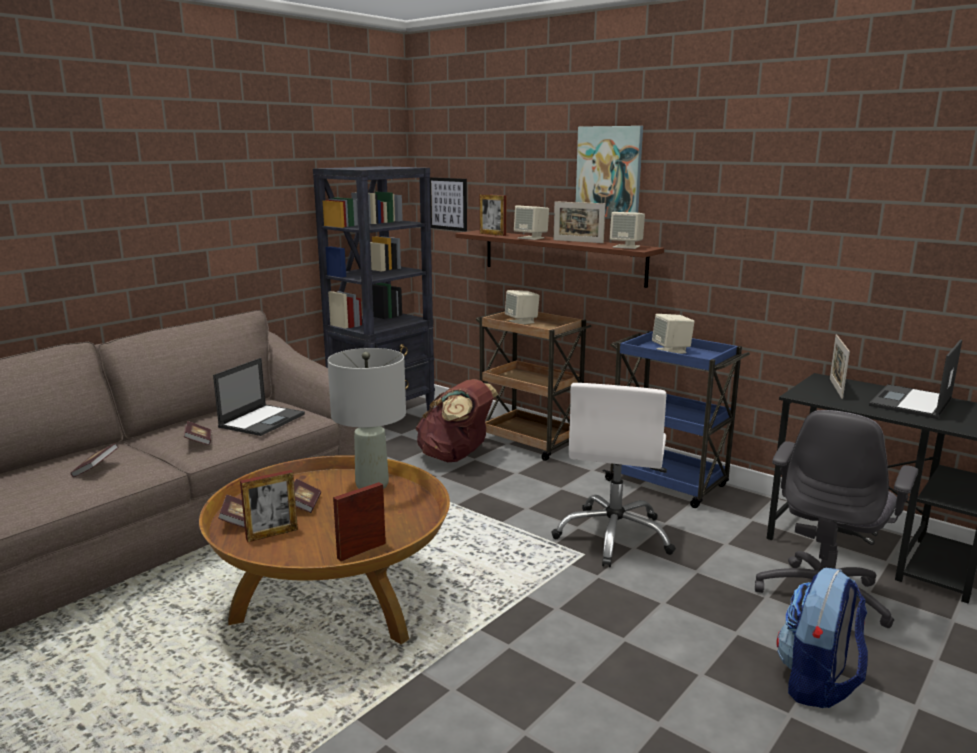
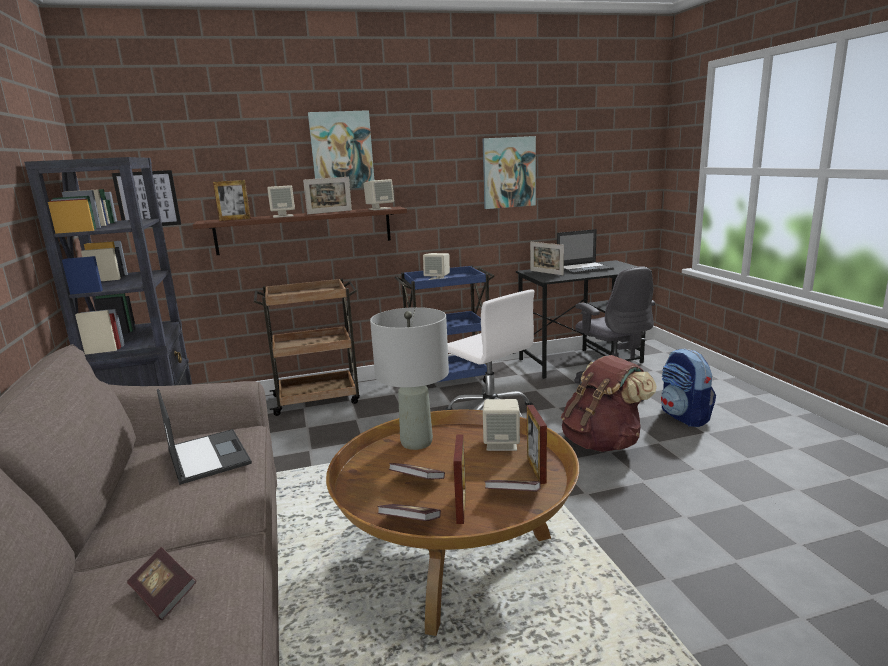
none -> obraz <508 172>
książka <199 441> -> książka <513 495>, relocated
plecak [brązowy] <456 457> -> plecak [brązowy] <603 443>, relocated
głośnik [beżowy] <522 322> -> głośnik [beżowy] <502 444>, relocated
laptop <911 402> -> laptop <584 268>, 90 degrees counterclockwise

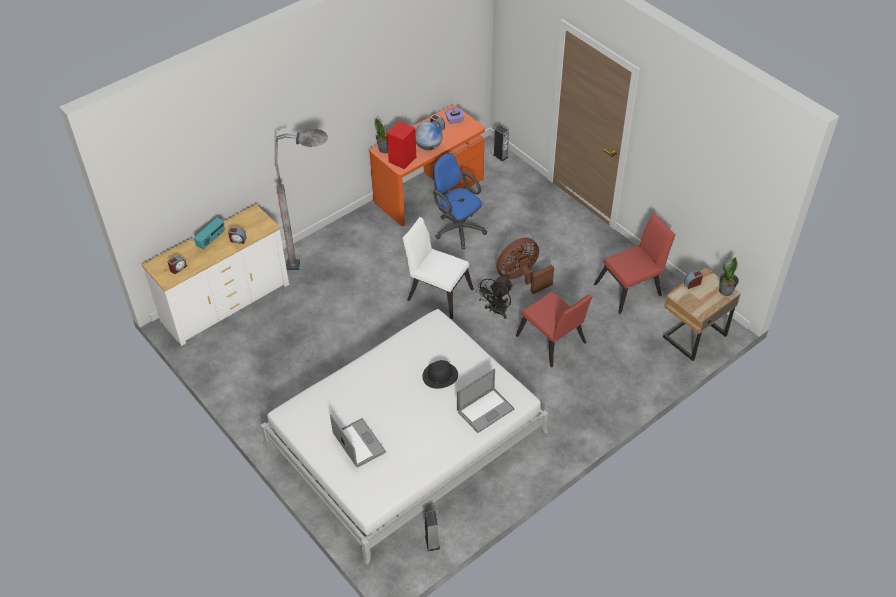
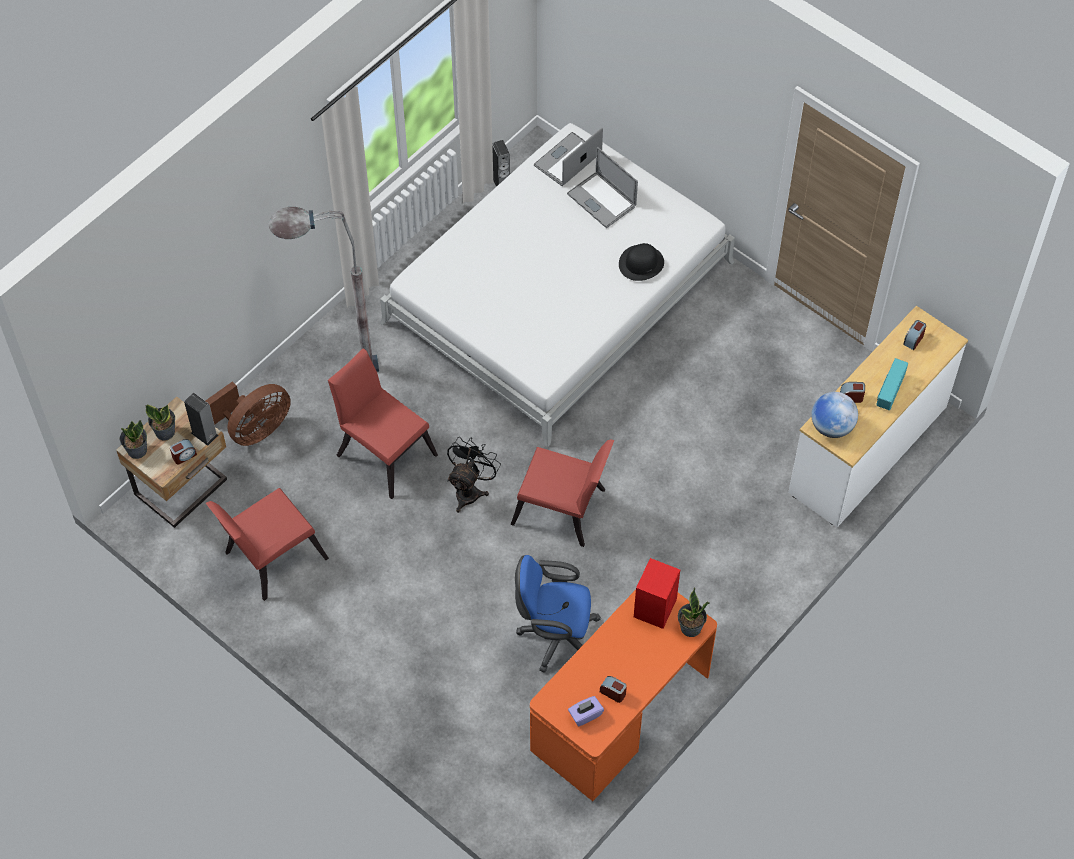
none -> roślina doniczkowa <165 431>
lampa stojąca [szary] <318 266> -> lampa stojąca [szary] <330 370>, relocated
globus <428 147> -> globus <832 426>, relocated
kapelusz [czarny] <440 375> -> kapelusz [czarny] <641 263>, relocated
laptop <485 410> -> laptop <568 160>, relocated
głośnik <500 156> -> głośnik <204 434>, relocated
wentylator [brązowy] <522 278> -> wentylator [brązowy] <255 429>, relocated
krzesło [biały] <437 292> -> krzesło [czerwony] <564 510>
krzesło biurowe [niebieski] <457 229> -> krzesło biurowe [niebieski] <555 636>, 150 degrees clockwise

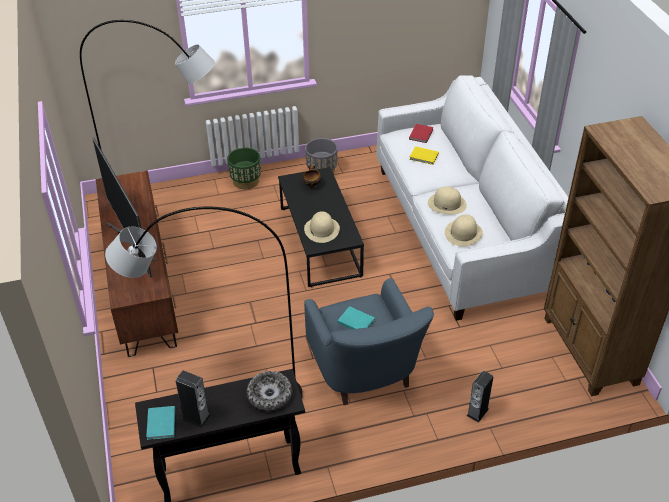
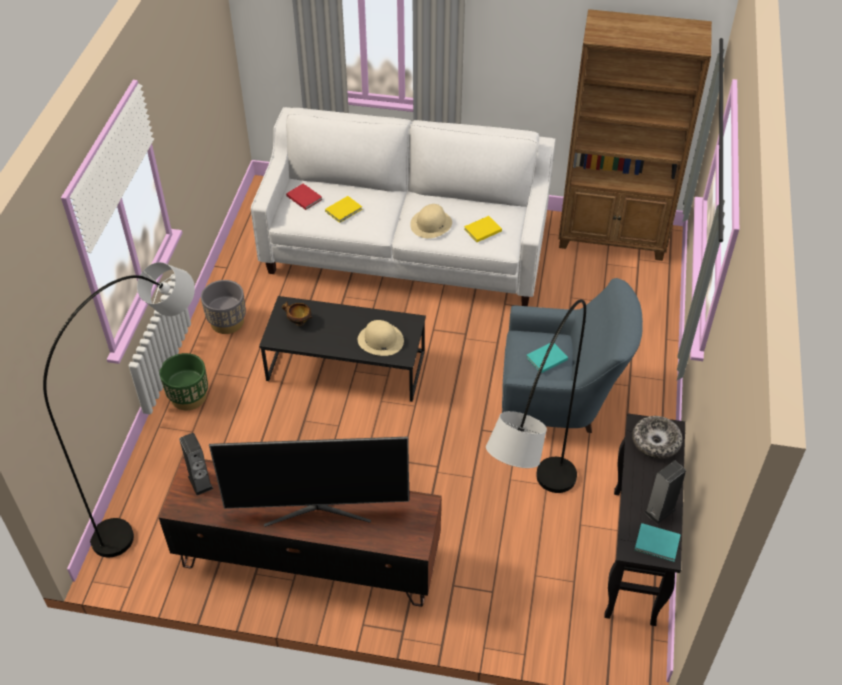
głośnik <477 412> -> głośnik <200 482>, relocated
kapelusz [beżowy] <463 233> -> książka [żółty] <481 230>

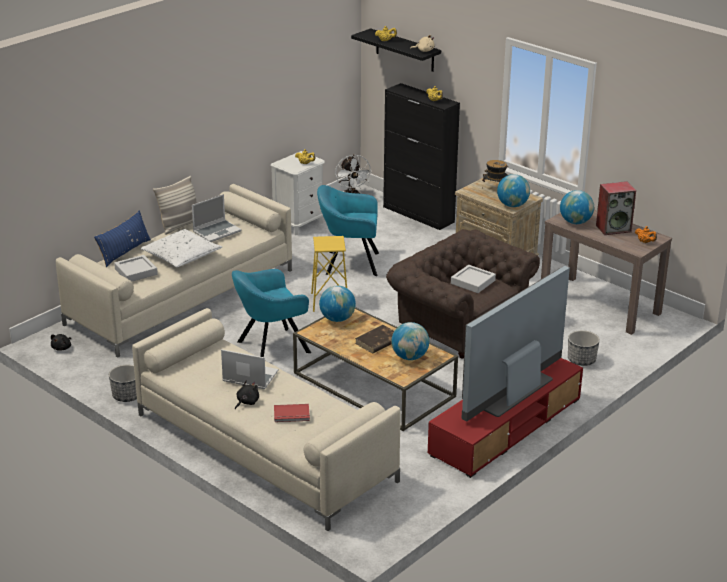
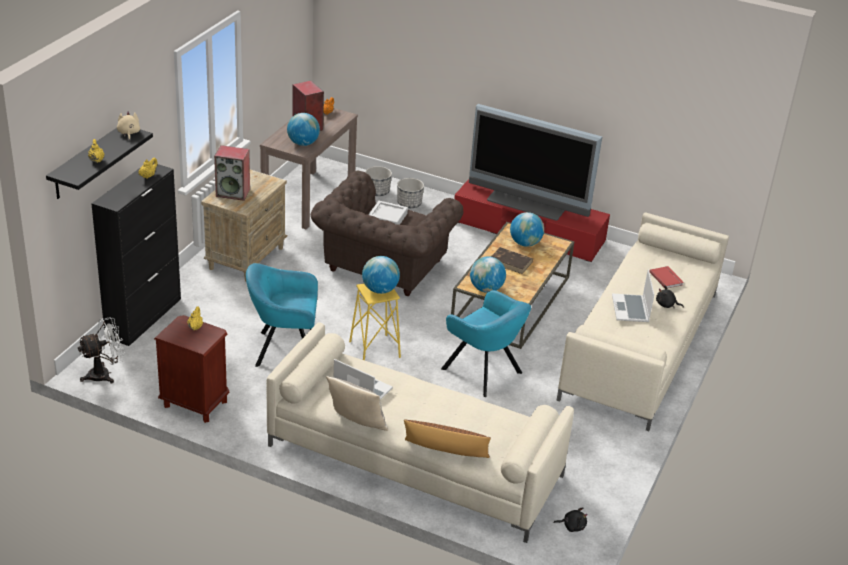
taca [szary] <136 272> -> none
poduszka [biały] <181 256> -> none
donica <127 396> -> donica <377 192>, relocated
globus <512 205> -> globus <380 290>, relocated
kapelusz <495 189> -> głośnik <233 192>
poduszka [niebieski] <124 252> -> poduszka [brązowy] <445 453>
szafka nocna [biały] <299 224> -> szafka nocna [brązowy] <195 404>
fotel [turkusowy] <349 263> -> fotel [turkusowy] <284 350>, 105 degrees clockwise

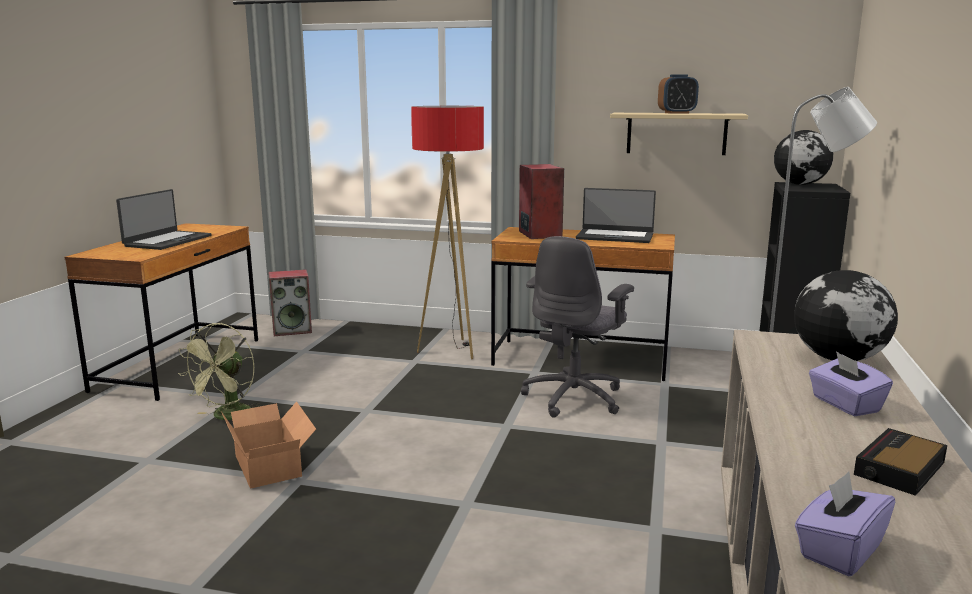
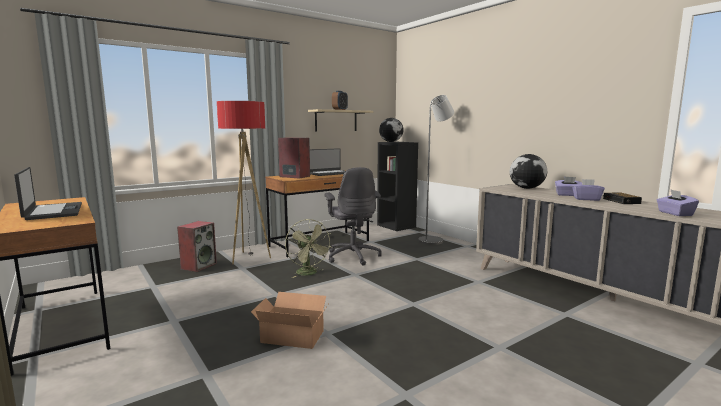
none -> pudełko chusteczek [fioletowy] <586 199>
wentylator [zielony] <228 417> -> wentylator [zielony] <309 273>, relocated
głośnik <292 330> -> głośnik <199 266>, relocated

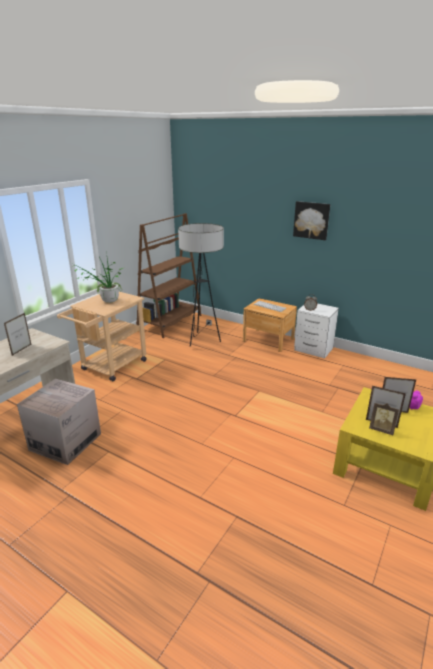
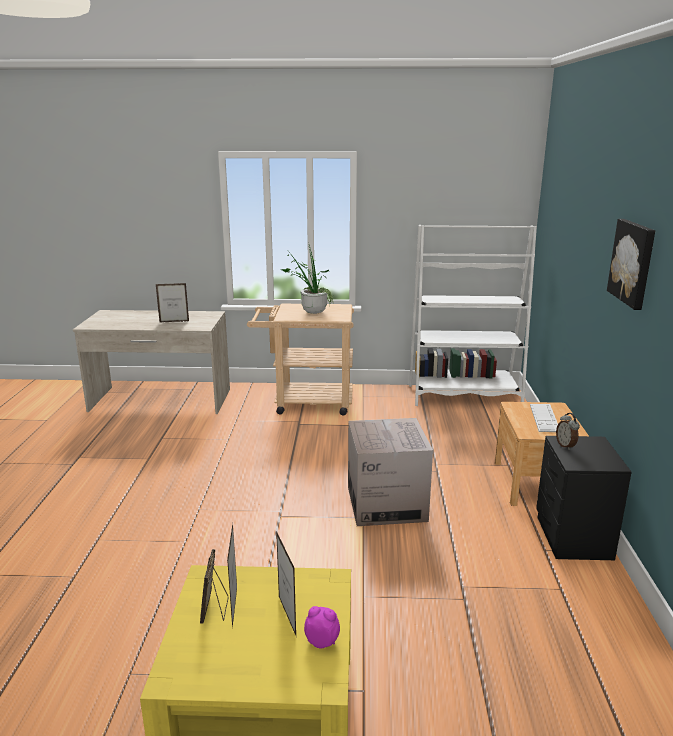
lampa stojąca <203 341> -> none
karton <65 441> -> karton <386 504>, relocated
regał [brązowy] <170 323> -> regał [biały] <464 396>
szafka nocna [biały] <314 349> -> szafka nocna [czarny] <572 538>

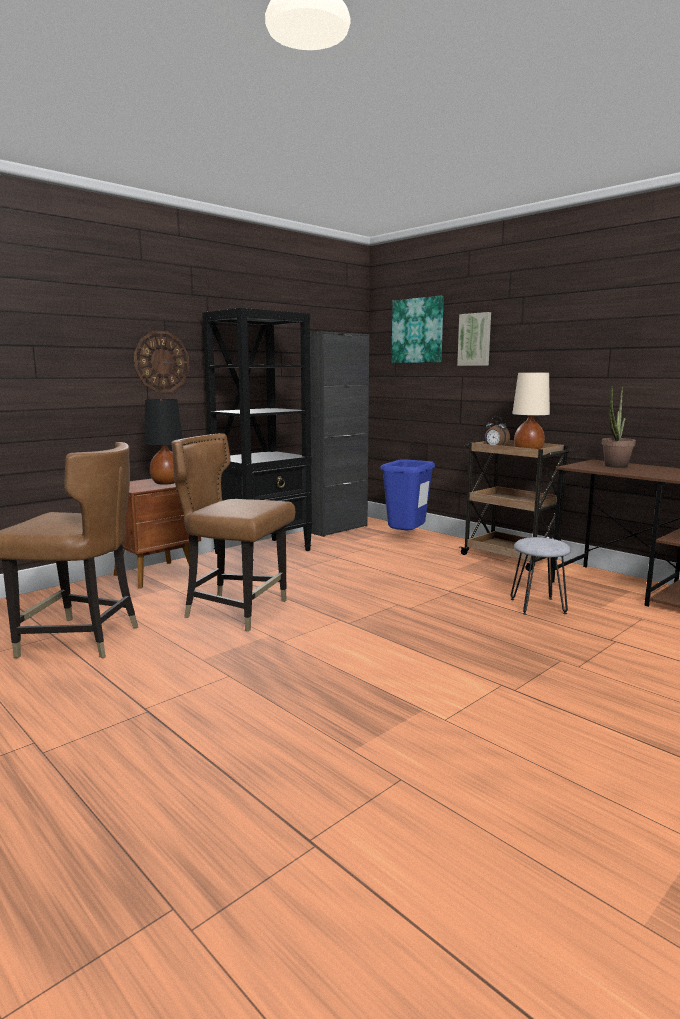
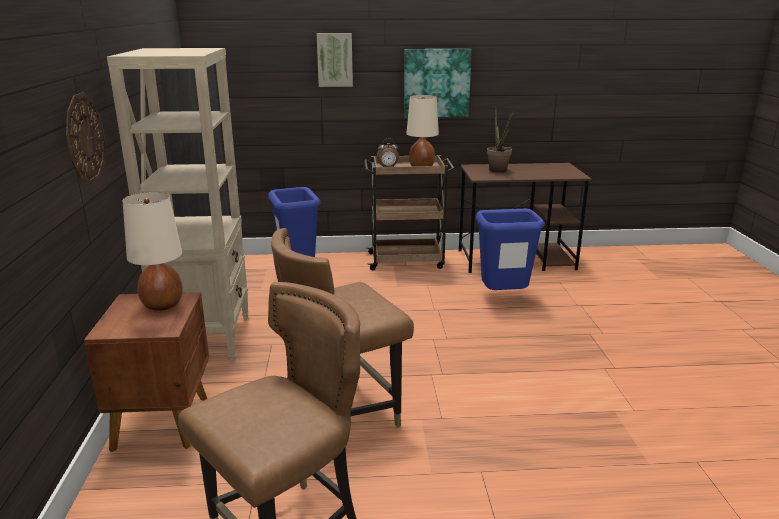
obraz <418 330> -> obraz <436 83>, relocated
stołek [szary] <537 606> -> kosz na śmieci [niebieski] <503 297>
lampa stołowa [czarny] <166 483> -> lampa stołowa [beżowy] <162 304>
regał [czarny] <264 551> -> regał [beżowy] <207 338>

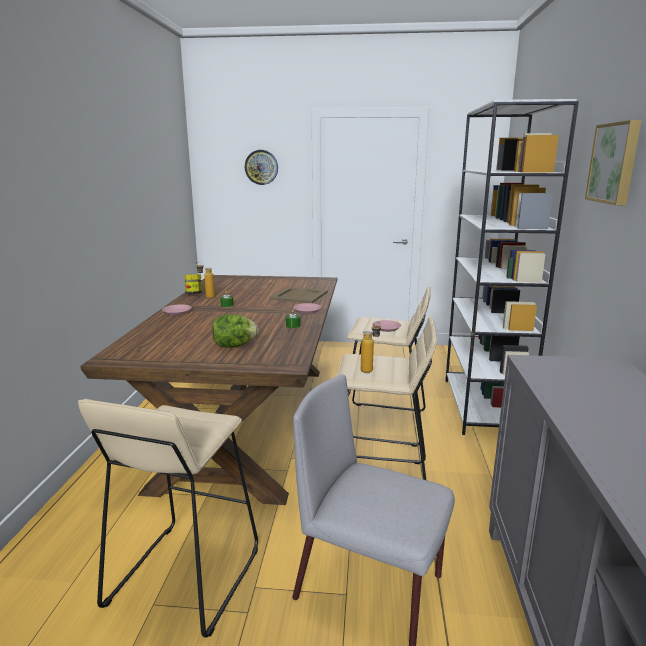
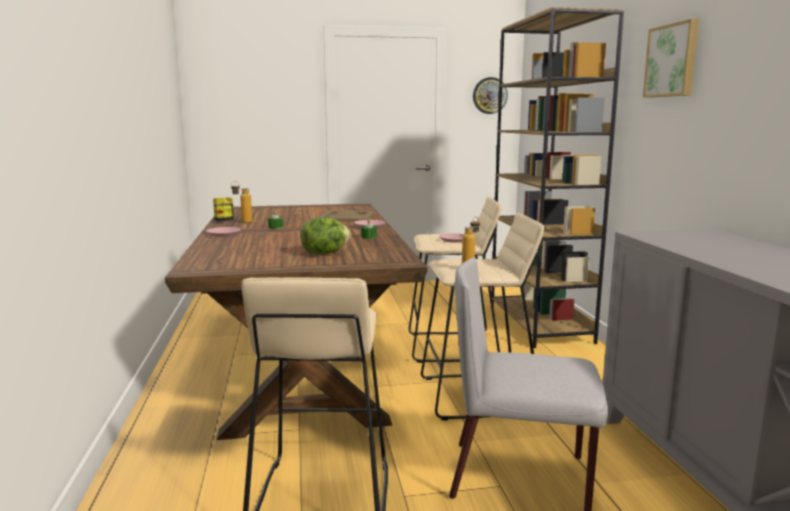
zegar ścienny <261 167> -> zegar ścienny <489 95>, relocated
regał [biały] <484 406> -> regał [brązowy] <540 324>

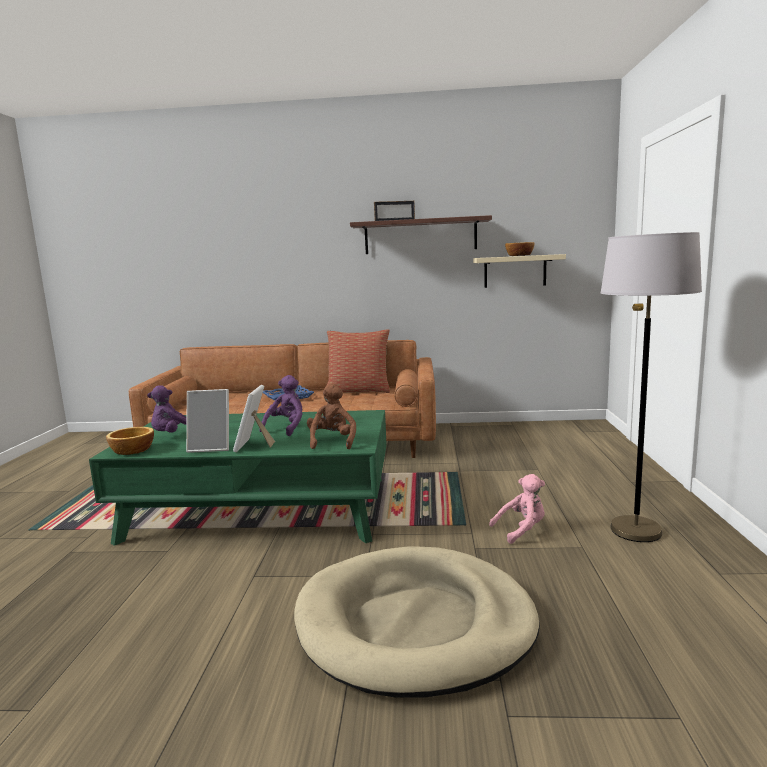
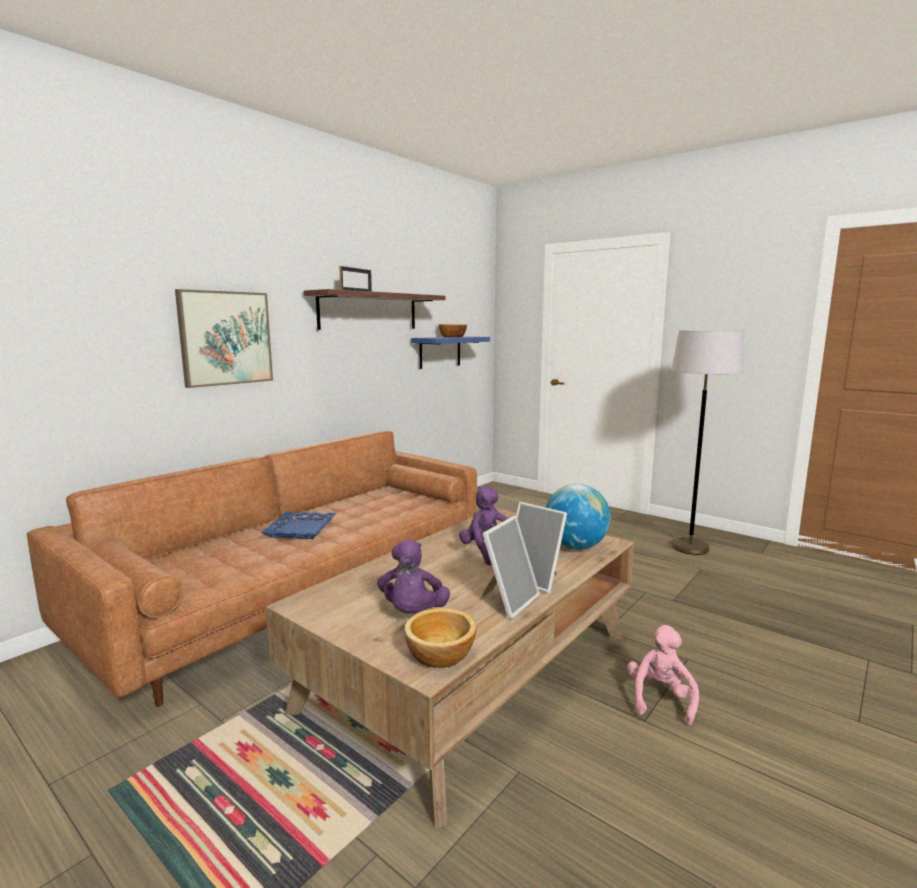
legowisko [beżowy] <415 624> -> none
poduszka <359 390> -> none
none -> obraz <225 338>
pluszak [różowy] <521 530> -> pluszak [różowy] <660 699>, relocated
pluszak [brązowy] <332 441> -> globus <575 547>
ława [zielony] <261 509> -> ława [brązowy] <473 670>
półka [beżowy] <515 271> -> półka [niebieski] <440 352>

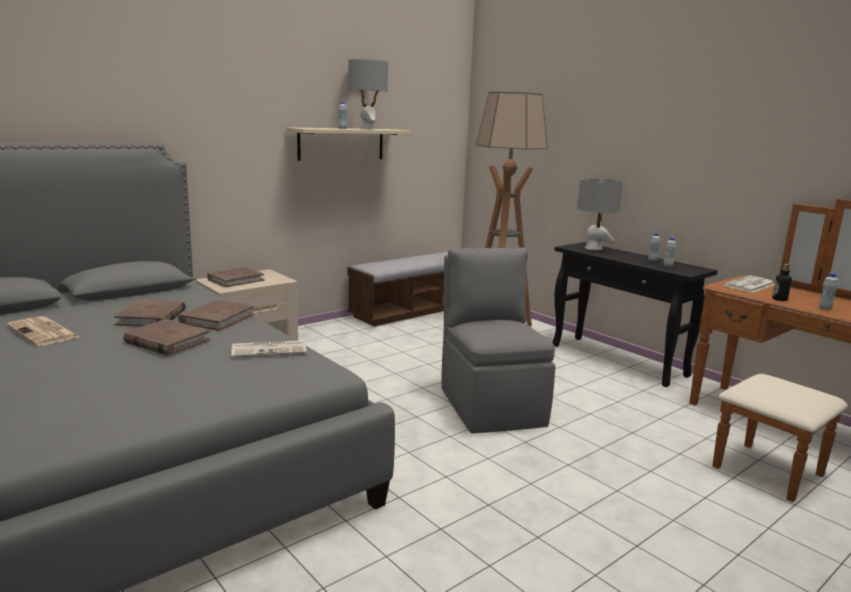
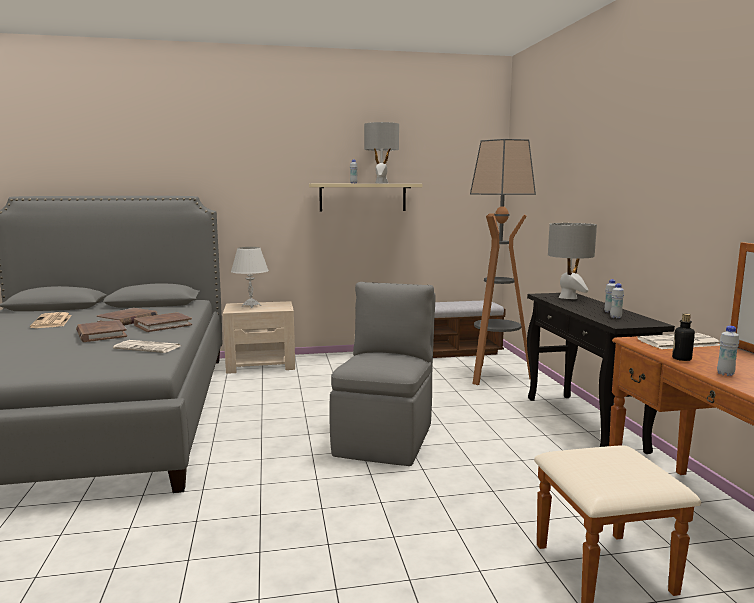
książka [brązowy] <235 280> -> lampa stołowa [biały] <251 306>

